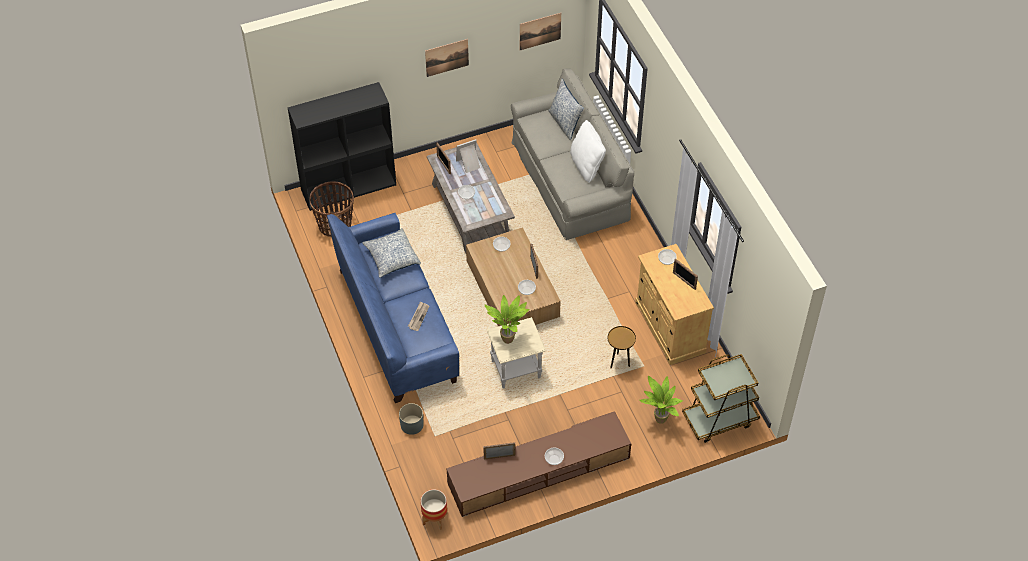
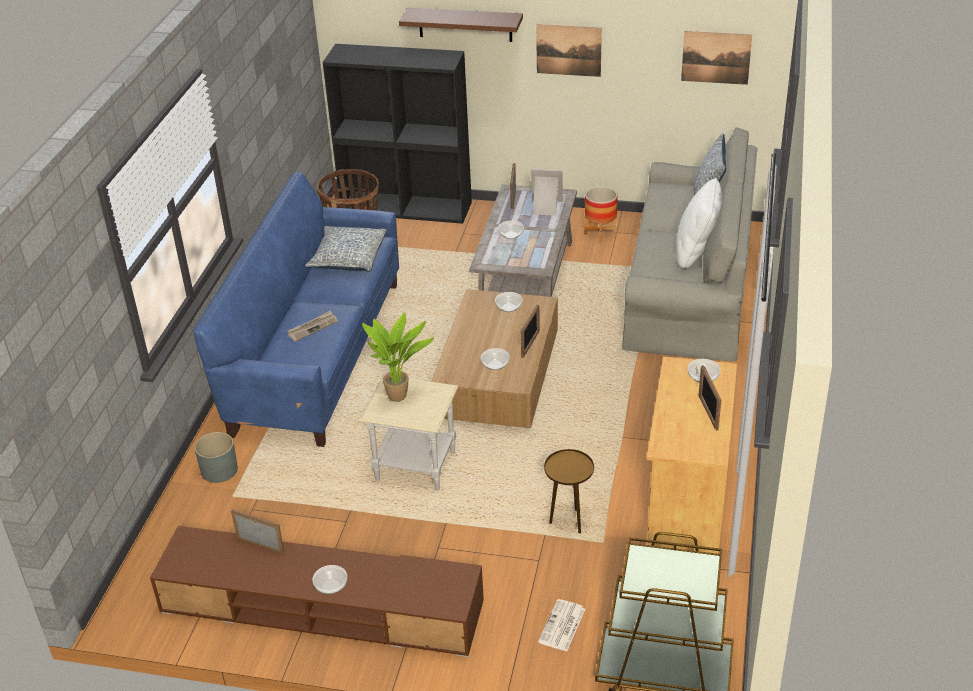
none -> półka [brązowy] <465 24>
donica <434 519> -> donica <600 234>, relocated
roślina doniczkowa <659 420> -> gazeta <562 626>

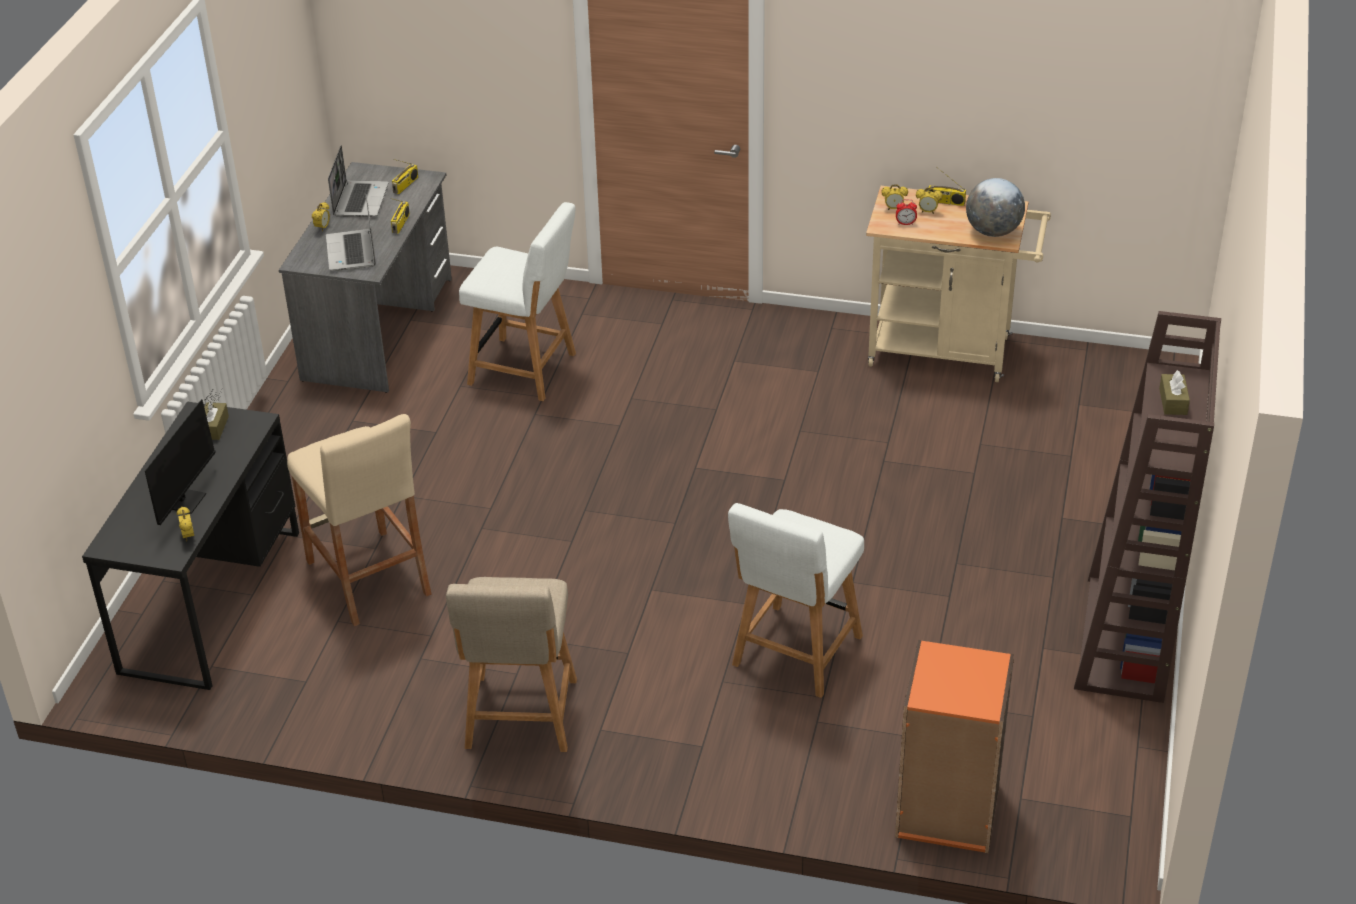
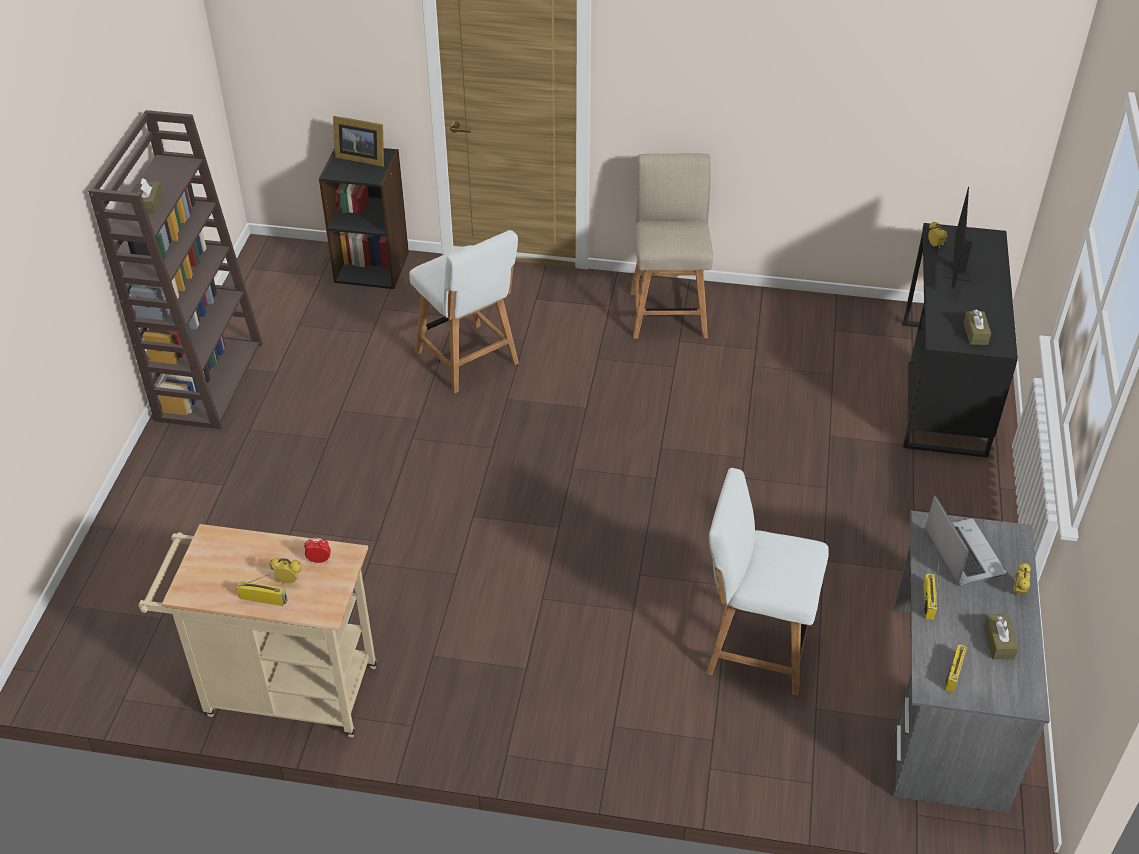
stołek [beżowy] <368 577> -> none
budzik <893 208> -> none
globus <993 232> -> none
none -> ramka na zdjęcie <360 158>
laptop <360 200> -> pudełko chusteczek [brązowy] <998 642>
regał [pomarańczowy] <947 812> -> regał [czarny] <372 267>
krzesło [biały] <794 655> -> krzesło [biały] <469 360>, 120 degrees clockwise

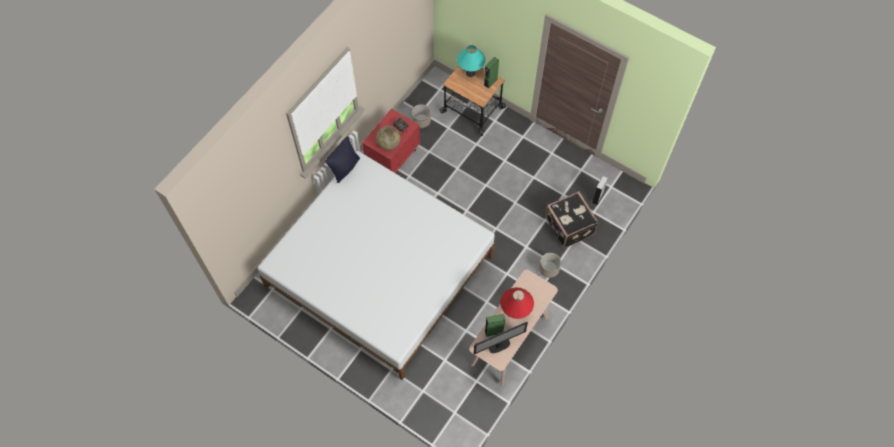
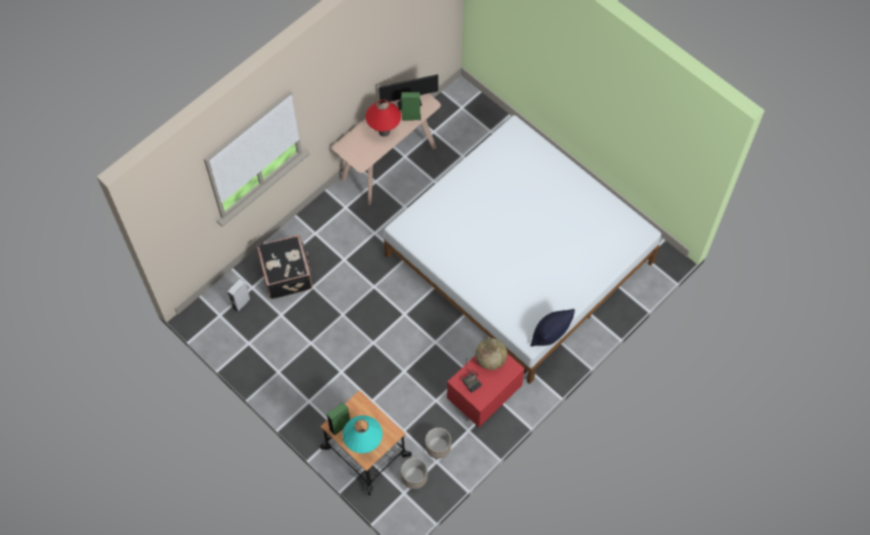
donica <549 269> -> donica <414 477>, relocated

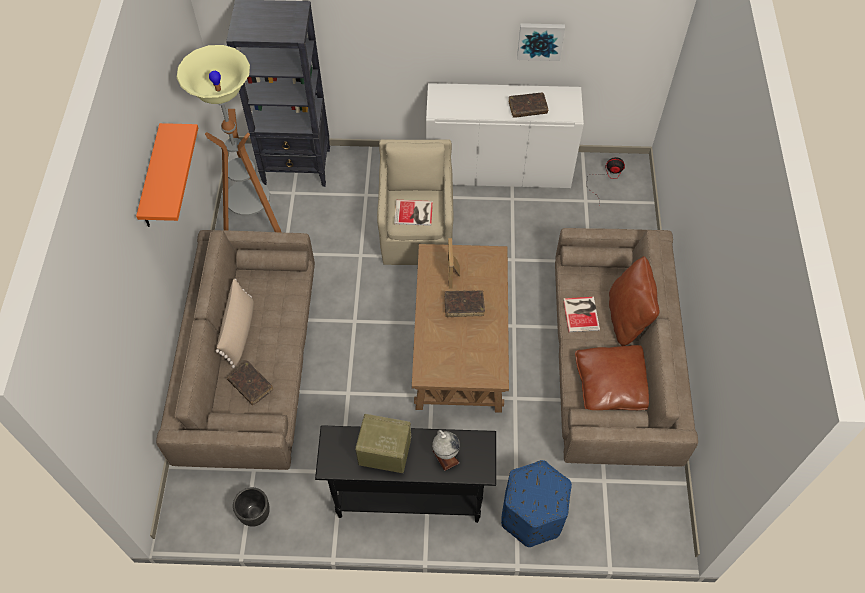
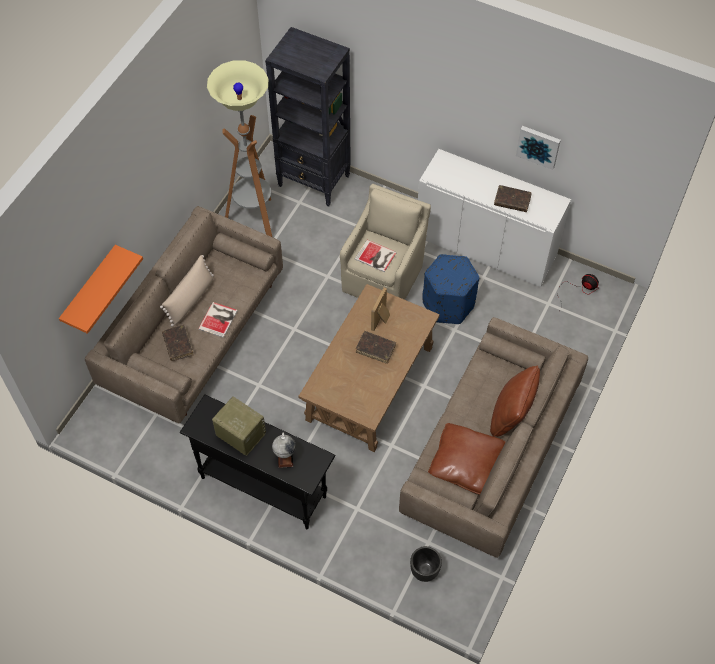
półka [pomarańczowy] <152 179> -> półka [pomarańczowy] <90 288>, relocated
donica [czarny] <254 514> -> donica [czarny] <424 570>, relocated
pufa [niebieski] <532 516> -> pufa [niebieski] <448 304>, relocated
książka <582 313> -> książka <219 319>, relocated

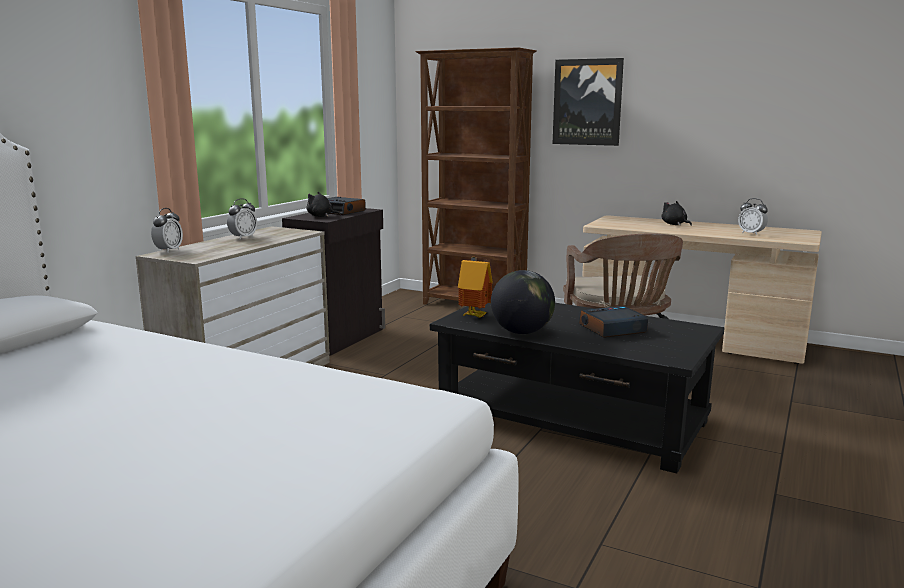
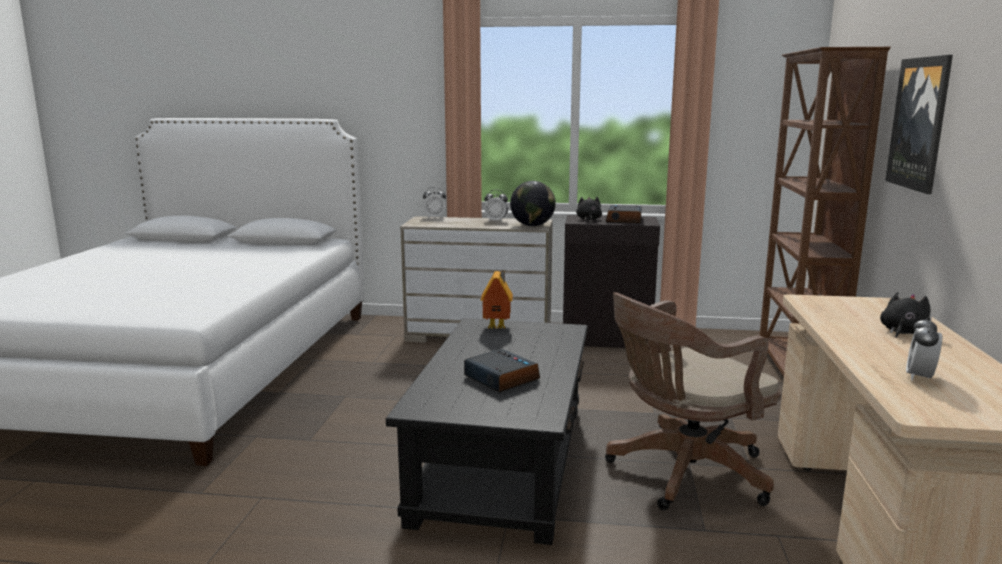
globus <522 332> -> globus <532 225>, relocated

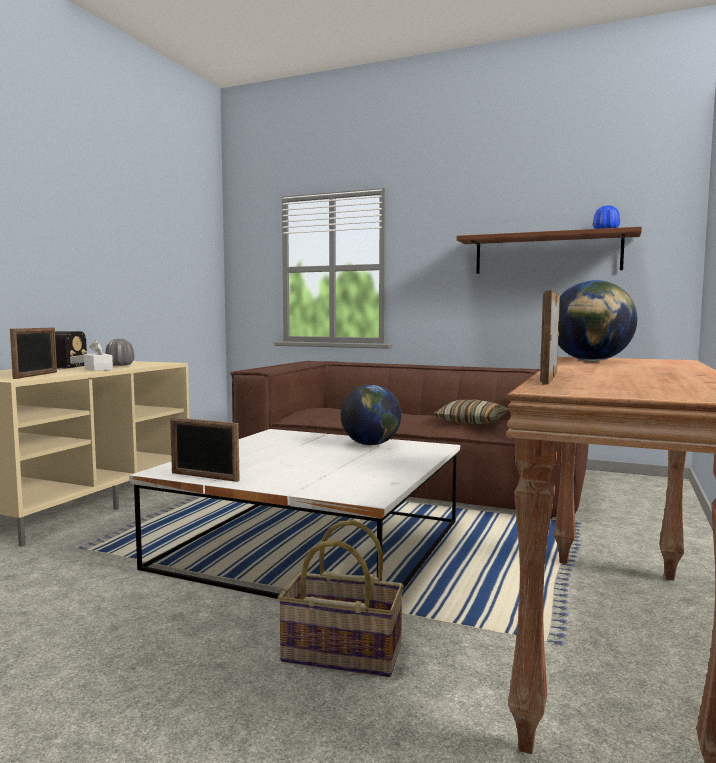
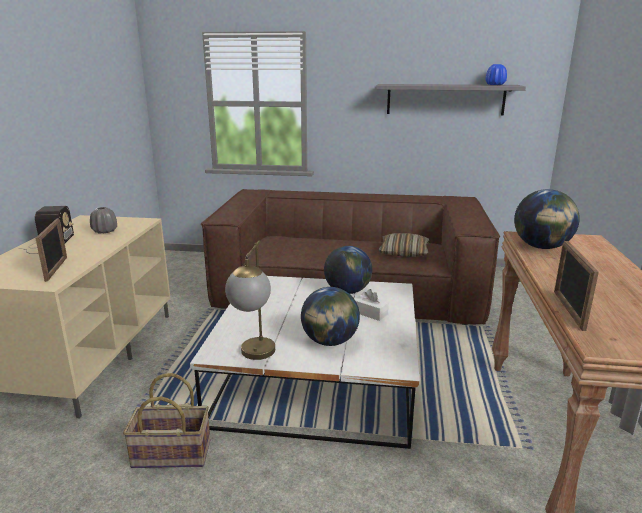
none -> globus <330 341>
pudełko chusteczek [biały] <98 369> -> pudełko chusteczek [biały] <370 313>, relocated
koszyk <341 654> -> koszyk <171 454>, relocated
ramka na zdjęcie <204 477> -> lampa stołowa <255 357>
półka [brązowy] <547 254> -> półka [szary] <445 99>

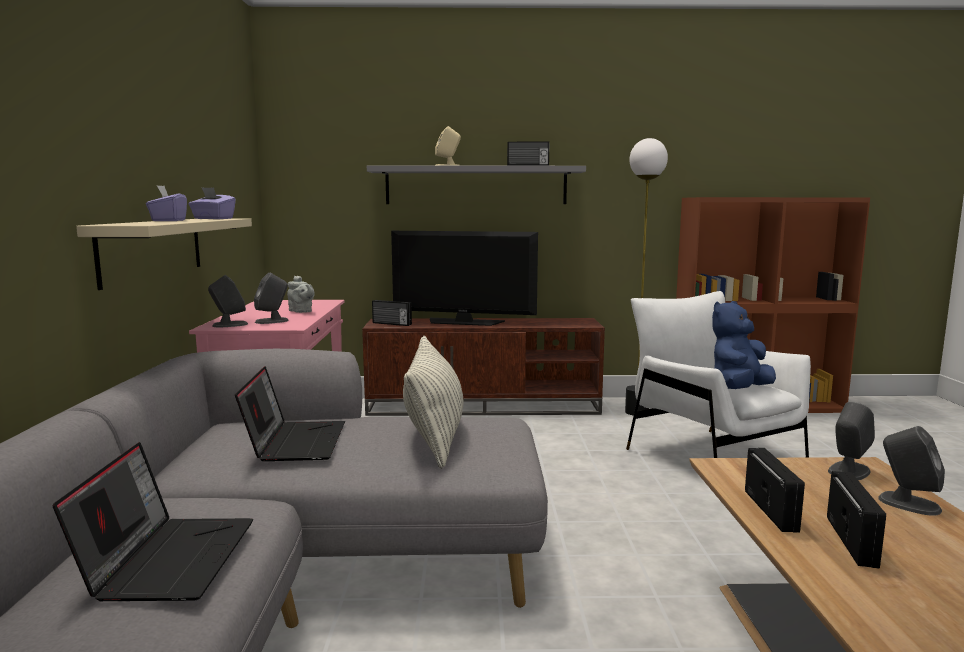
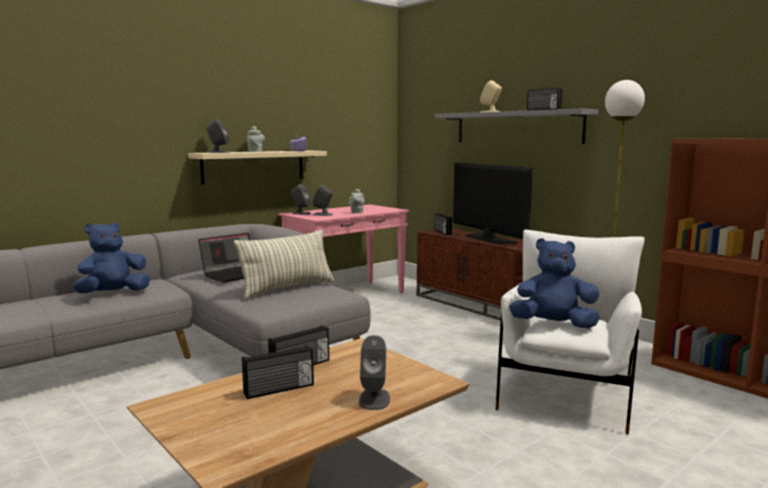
głośnik [szary] <849 471> -> głośnik [szary] <218 152>, relocated
laptop <169 558> -> pluszak [niebieski] <113 294>
pudełko chusteczek [fioletowy] <168 221> -> imbryk [szary] <255 151>

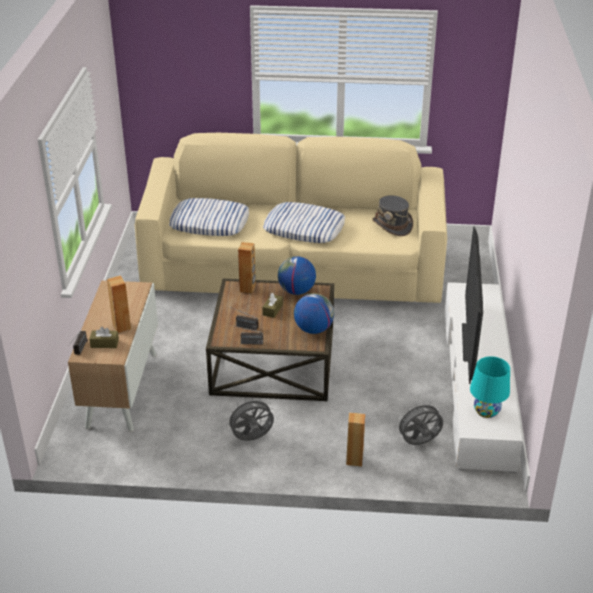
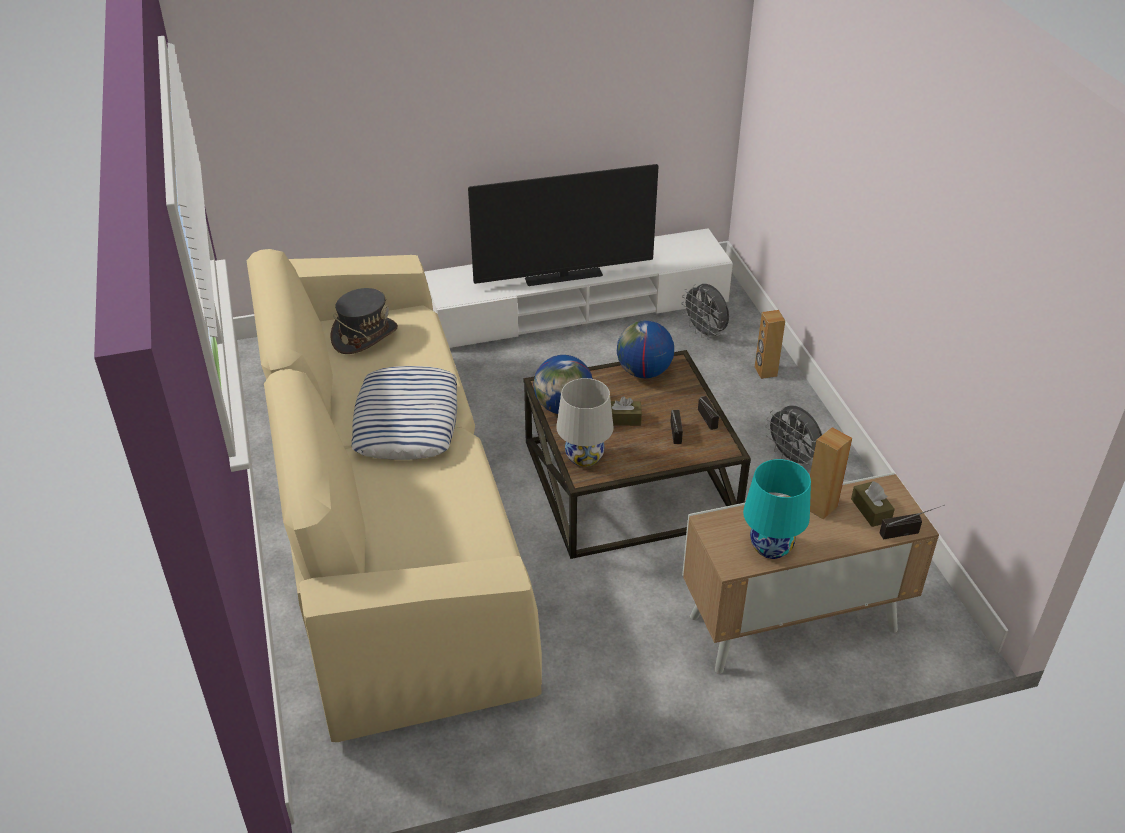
poduszka <210 223> -> none
lampa stołowa [turkusowy] <486 411> -> lampa stołowa [turkusowy] <771 547>, relocated
głośnik [brązowy] <248 288> -> lampa stołowa [biały] <584 457>

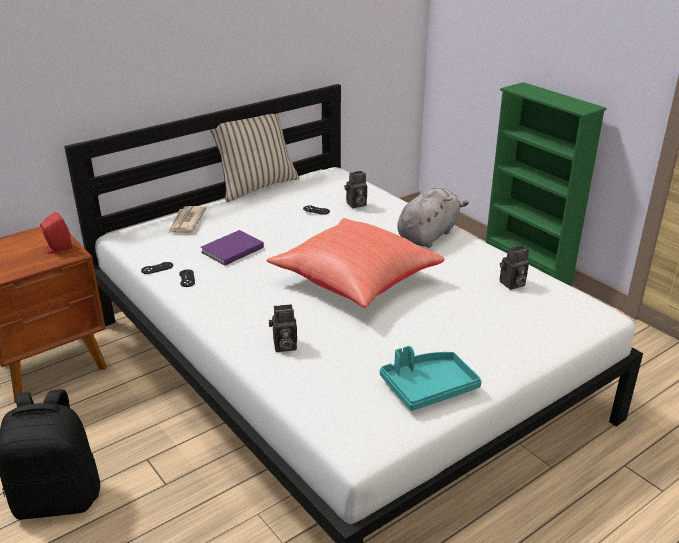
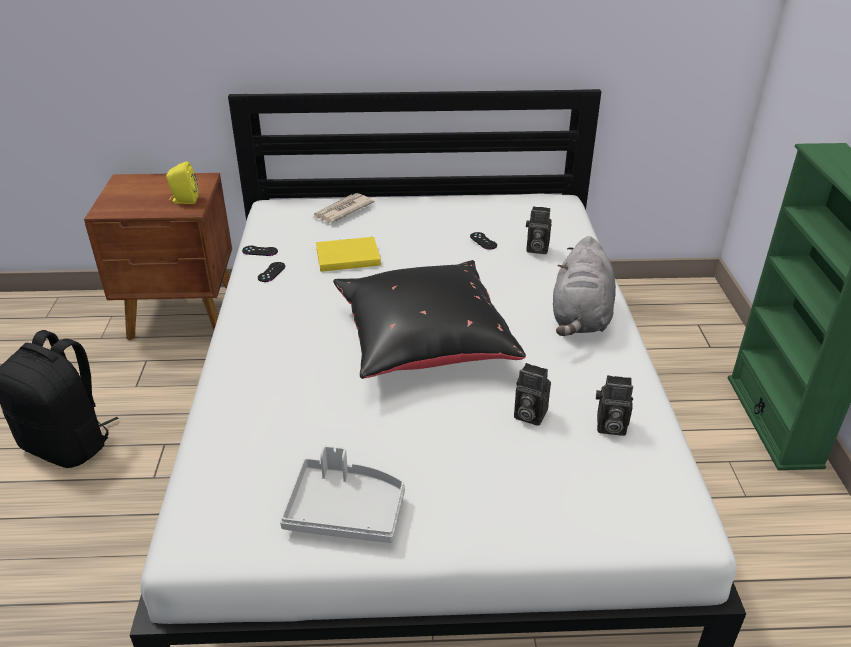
poduszka [beżowy] <255 186> -> none
aparat fotograficzny <283 346> -> aparat fotograficzny <528 415>, relocated
głośnik [czerwony] <57 249> -> głośnik [żółty] <184 200>
książka [fioletowy] <230 250> -> książka [żółty] <346 256>
poduszka [czerwony] <354 282> -> poduszka [czarny] <422 343>
taca [turkusowy] <428 387> -> taca [szary] <346 511>
pluszak [szary] <428 235> -> pluszak [szary] <580 318>, 120 degrees clockwise

